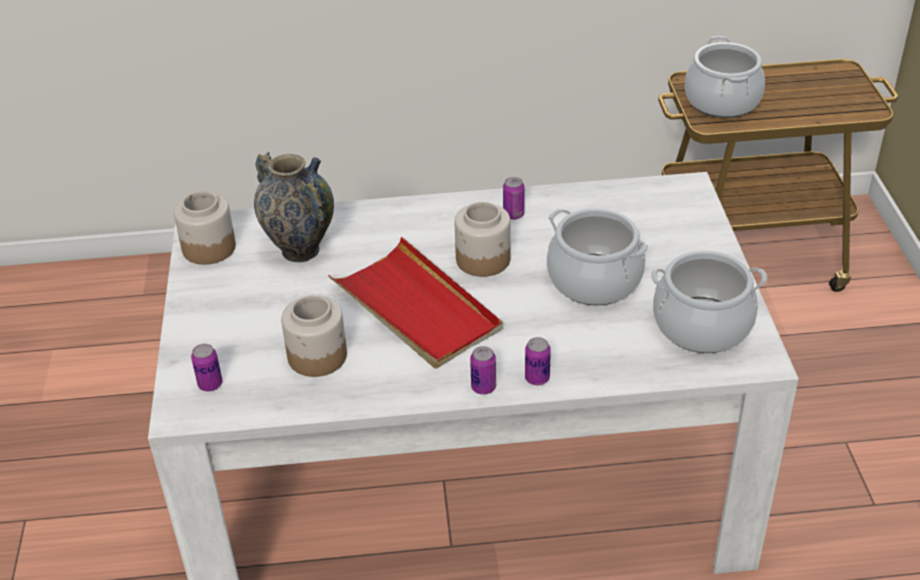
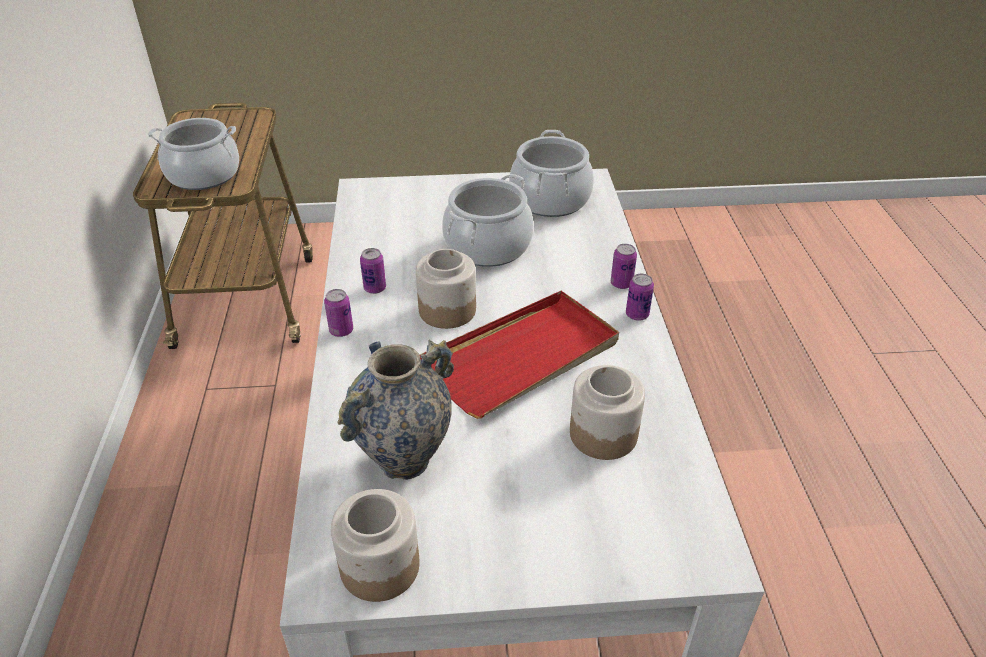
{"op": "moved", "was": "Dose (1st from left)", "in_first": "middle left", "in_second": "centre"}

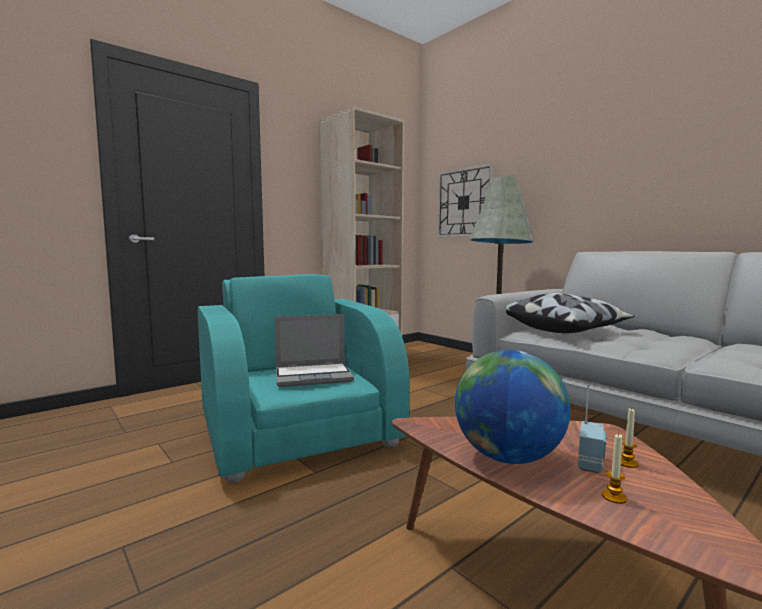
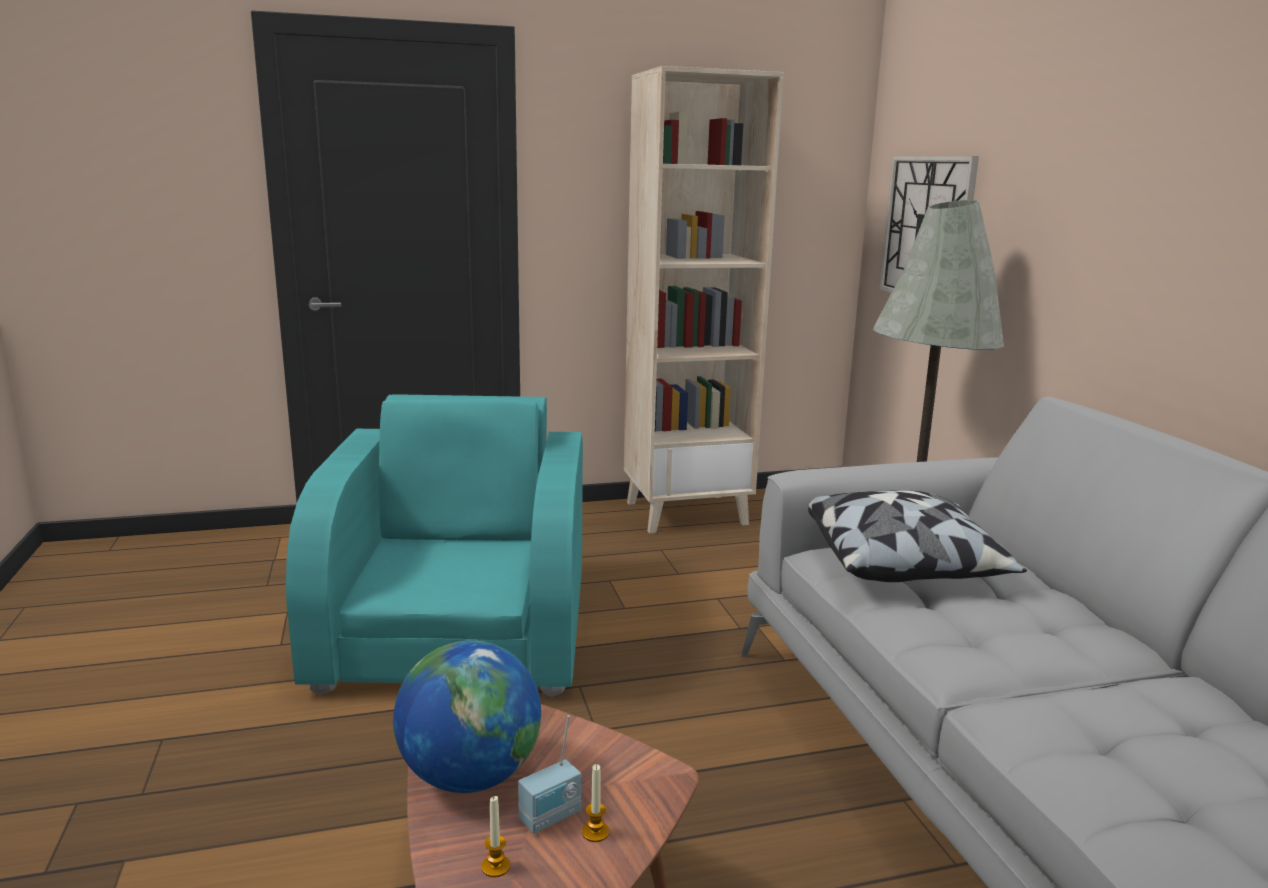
{"op": "removed", "was": "Laptop", "in_first": "centre"}

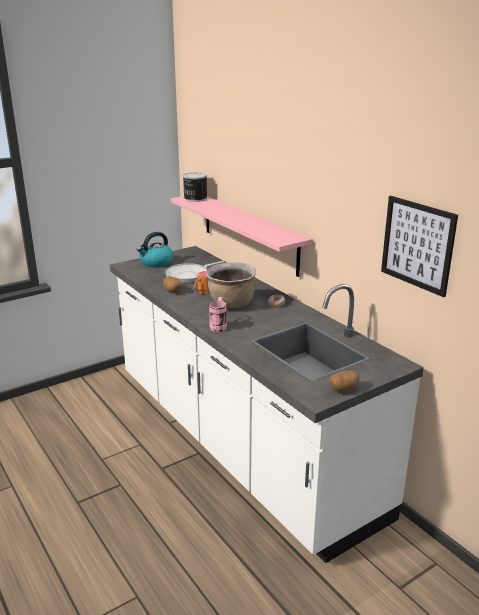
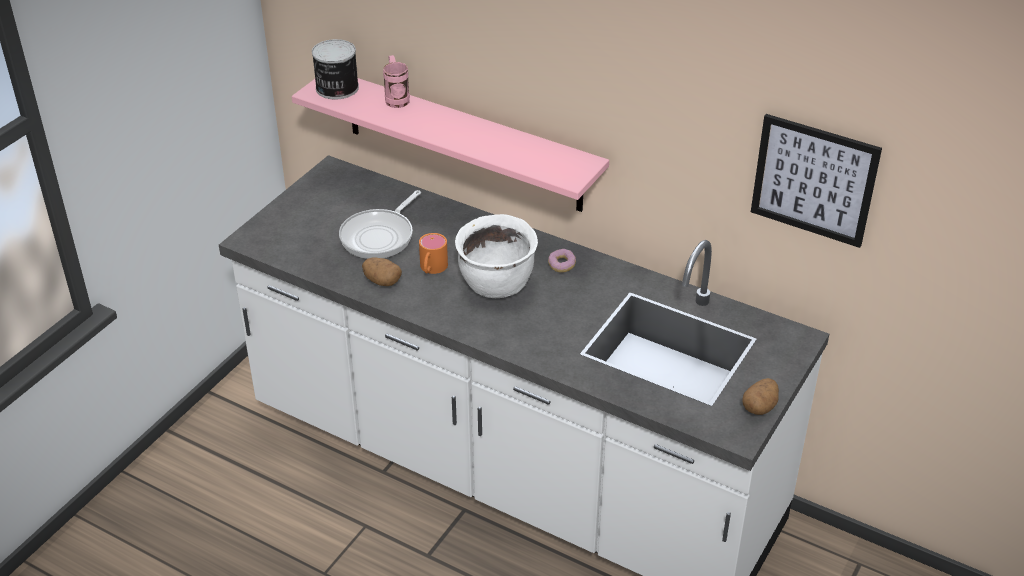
{"op": "removed", "was": "Wasserkessel", "in_first": "middle left"}
{"op": "moved", "was": "Henkelbecher (rosa)", "in_first": "centre", "in_second": "top centre"}
{"op": "recoloured", "was": "Kochtopf (braun)", "now": "Kochtopf (weiß)", "in_first": "centre", "in_second": "centre"}

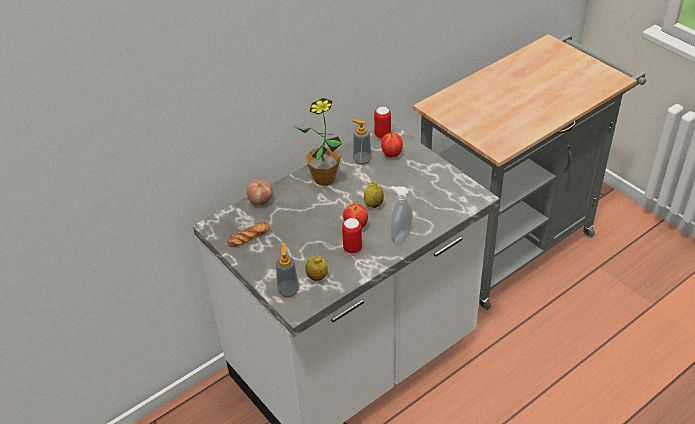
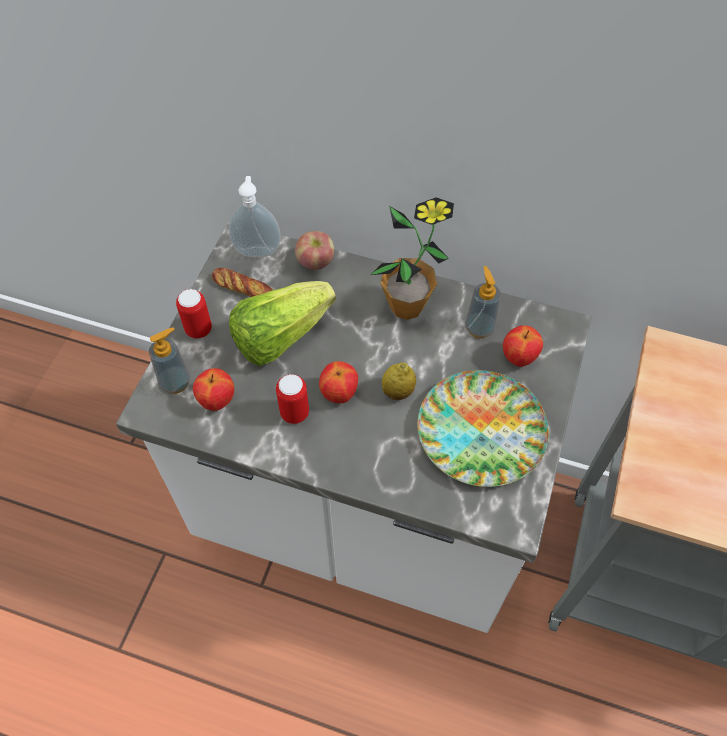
{"op": "added", "now": "Salatkopf", "in_second": "centre"}
{"op": "added", "now": "Teller", "in_second": "centre"}
{"op": "moved", "was": "Dose (2nd from left in the first image)", "now": "Dose (1st from left)", "in_first": "top centre", "in_second": "middle left"}
{"op": "moved", "was": "Seifenspender (3rd from left in the first image)", "now": "Seifenspender (2nd from left)", "in_first": "centre", "in_second": "top centre"}
{"op": "replaced", "was": "Zitrone (1st from left)", "now": "Apfel (1st from left)", "in_first": "centre", "in_second": "middle left"}

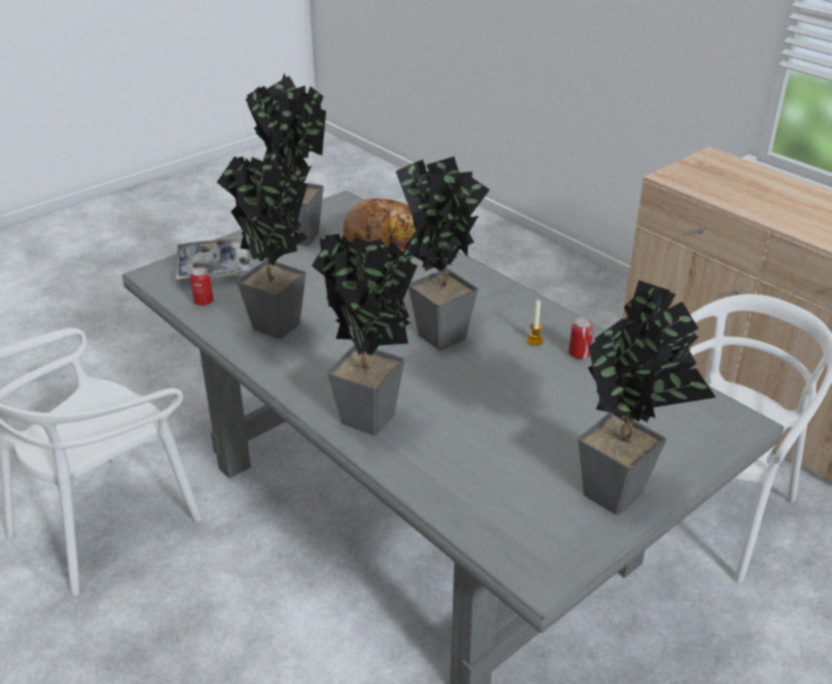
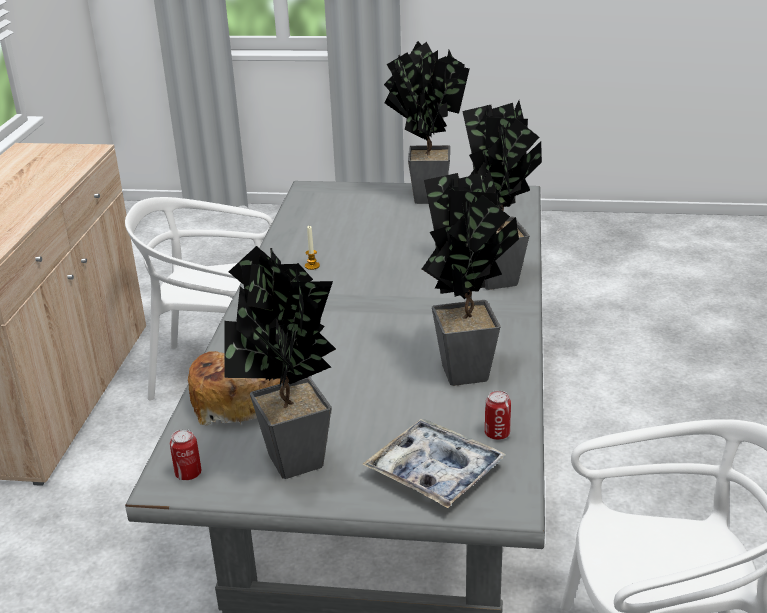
{"op": "removed", "was": "Topfpflanze (4th from left)", "in_first": "centre"}
{"op": "moved", "was": "Dose (2nd from left in the first image)", "now": "Dose (1st from left)", "in_first": "middle right", "in_second": "bottom left"}

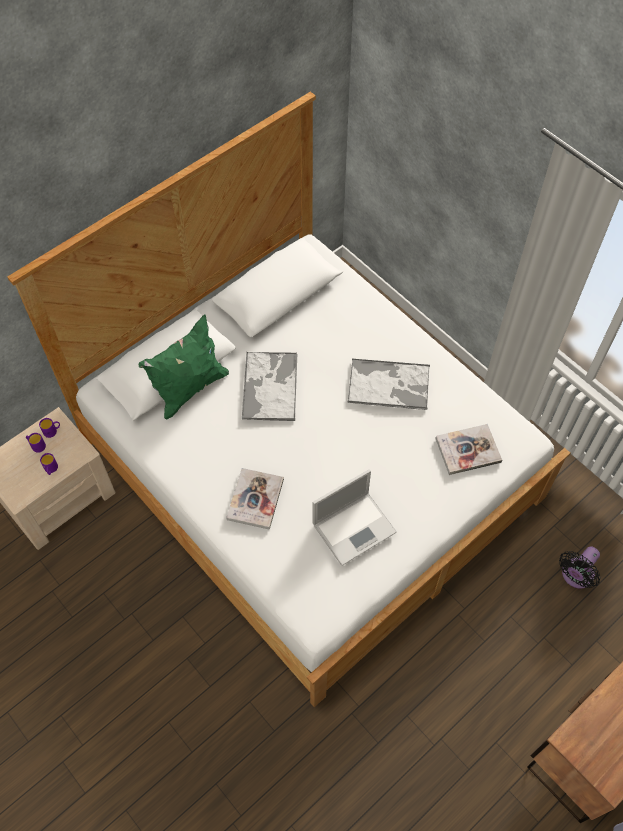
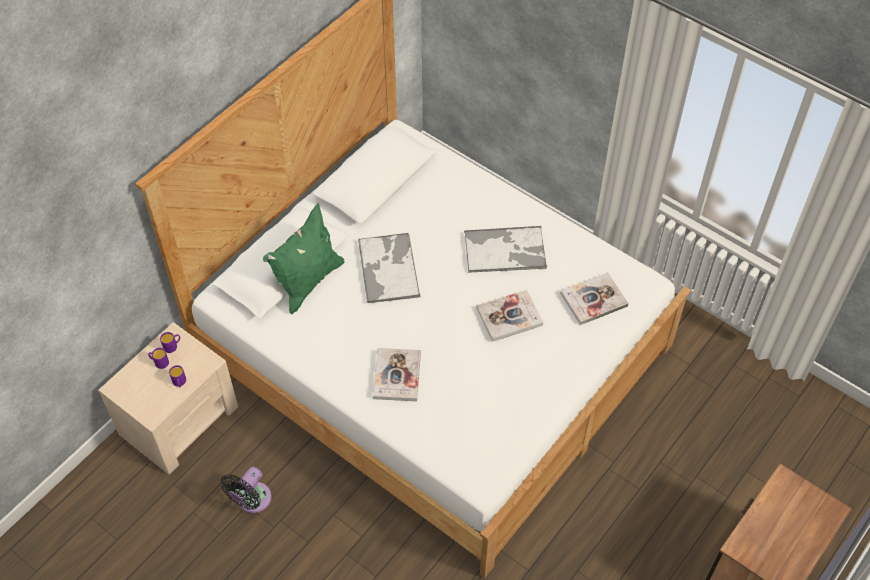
{"op": "removed", "was": "Laptop", "in_first": "centre"}
{"op": "added", "now": "Buch (2nd from left)", "in_second": "centre"}
{"op": "moved", "was": "Ventilator (schwarz)", "in_first": "bottom right", "in_second": "bottom left"}

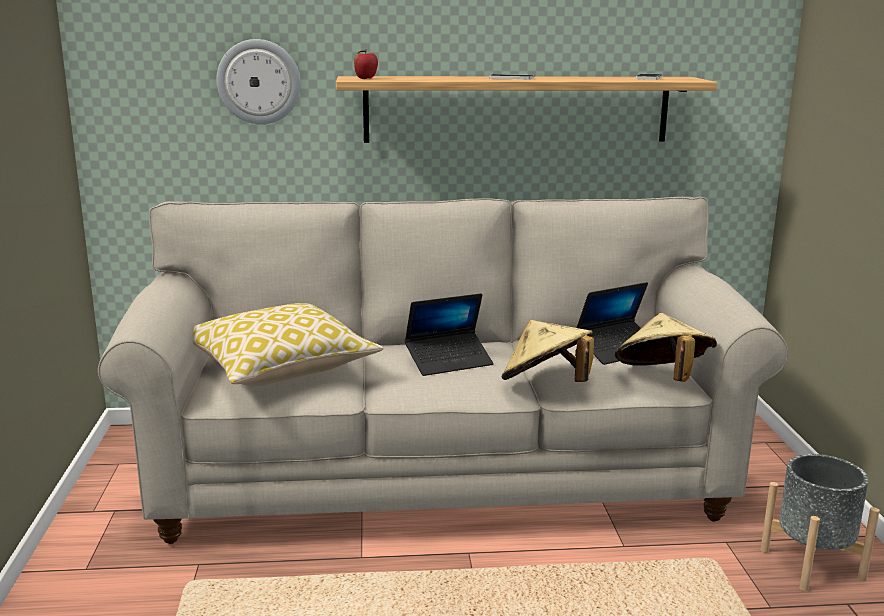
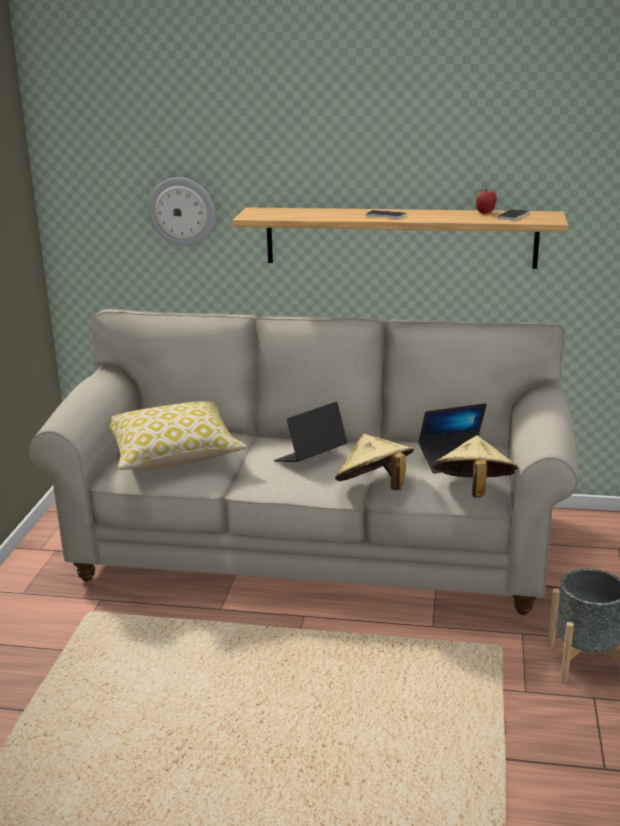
{"op": "moved", "was": "Apfel", "in_first": "top centre", "in_second": "top right"}
{"op": "turned", "was": "Laptop (1st from left)", "in_first": "centre", "in_second": "centre", "clockwise": 150}

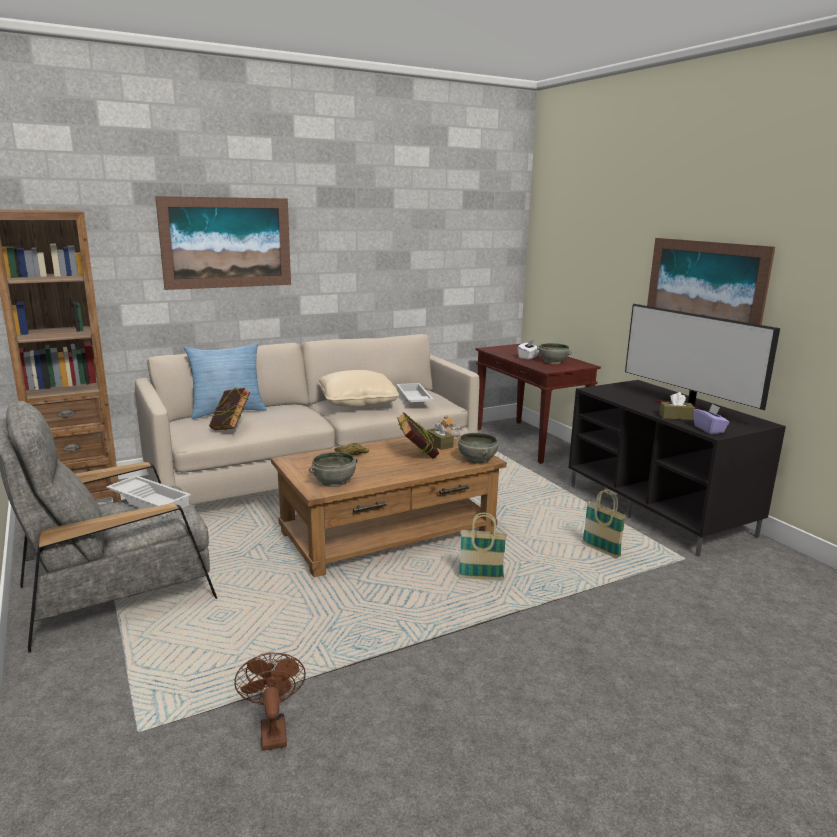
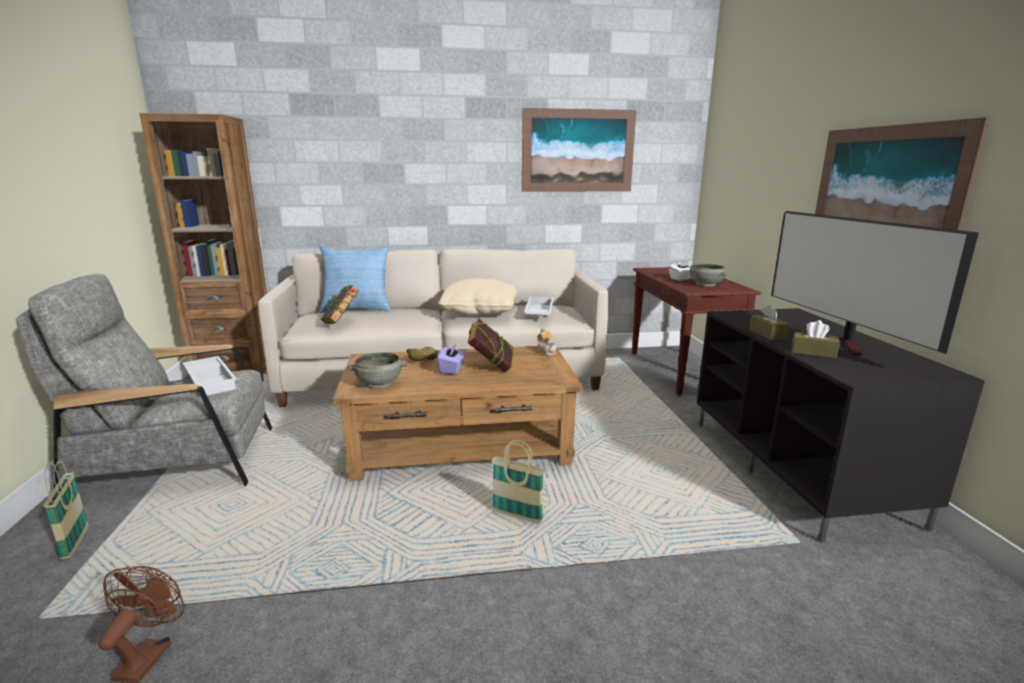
{"op": "removed", "was": "Schüssel (grau) (2nd from left)", "in_first": "centre"}
{"op": "moved", "was": "Bild (1st from left)", "in_first": "top left", "in_second": "top centre"}
{"op": "moved", "was": "Taschentuchbox (braun) (1st from left)", "in_first": "centre", "in_second": "middle right"}
{"op": "moved", "was": "Korb (2nd from left in the first image)", "now": "Korb (1st from left)", "in_first": "middle right", "in_second": "bottom left"}
{"op": "moved", "was": "Taschentuchbox (lila)", "in_first": "middle right", "in_second": "centre"}

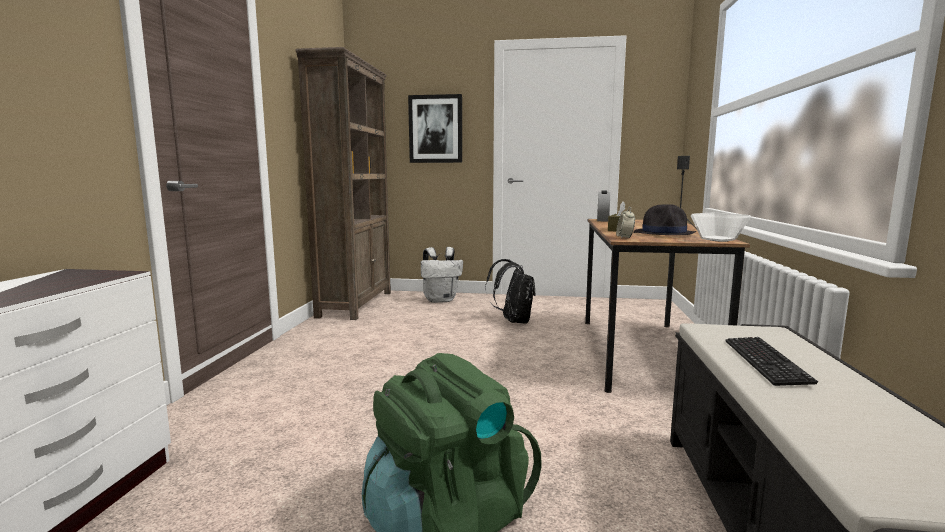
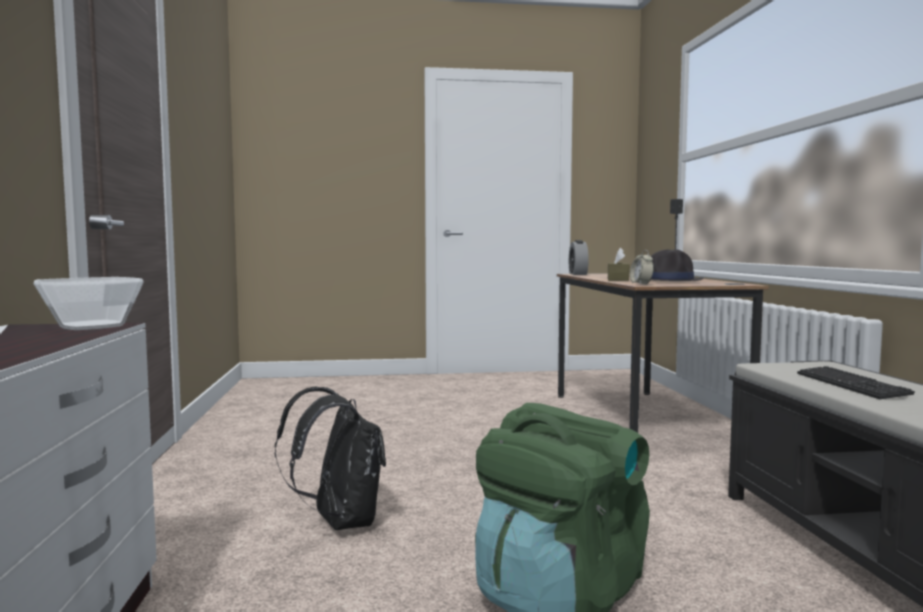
{"op": "removed", "was": "Bücherregal (braun)", "in_first": "centre"}
{"op": "removed", "was": "Bild", "in_first": "top centre"}
{"op": "removed", "was": "Rucksack (weiß)", "in_first": "centre"}
{"op": "moved", "was": "Rucksack (schwarz)", "in_first": "centre", "in_second": "bottom centre"}
{"op": "moved", "was": "Schüssel", "in_first": "middle right", "in_second": "middle left"}

